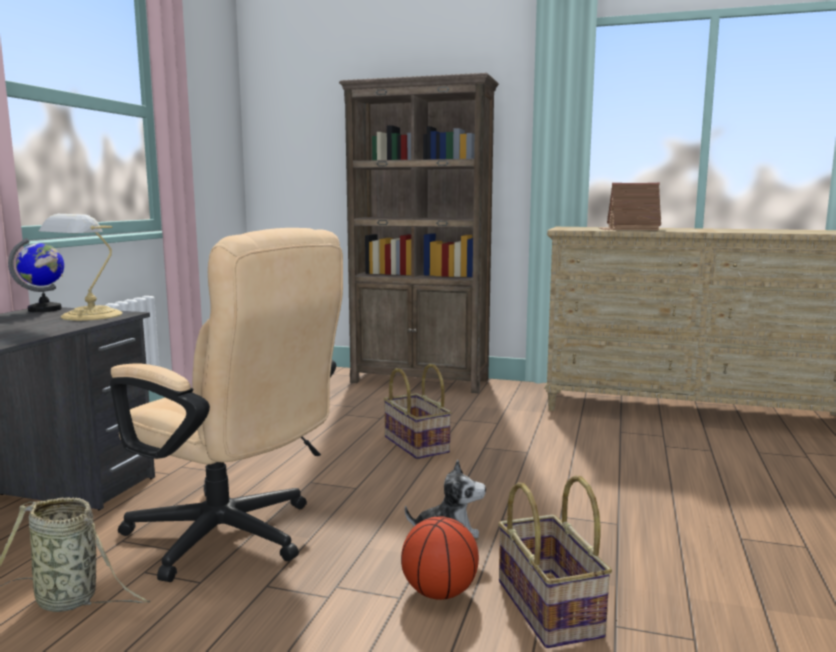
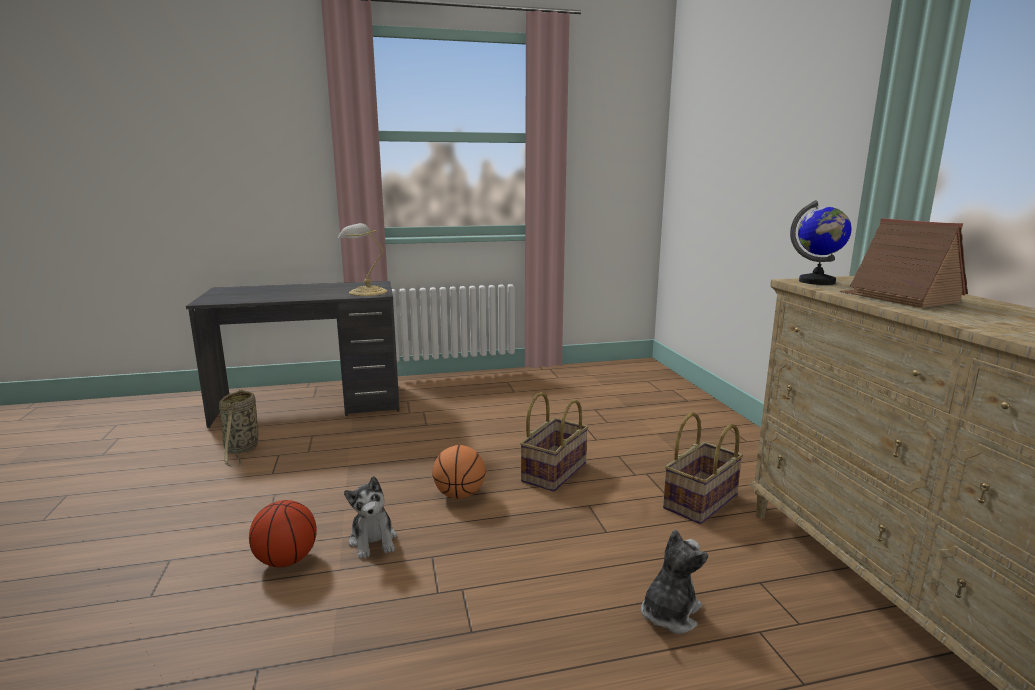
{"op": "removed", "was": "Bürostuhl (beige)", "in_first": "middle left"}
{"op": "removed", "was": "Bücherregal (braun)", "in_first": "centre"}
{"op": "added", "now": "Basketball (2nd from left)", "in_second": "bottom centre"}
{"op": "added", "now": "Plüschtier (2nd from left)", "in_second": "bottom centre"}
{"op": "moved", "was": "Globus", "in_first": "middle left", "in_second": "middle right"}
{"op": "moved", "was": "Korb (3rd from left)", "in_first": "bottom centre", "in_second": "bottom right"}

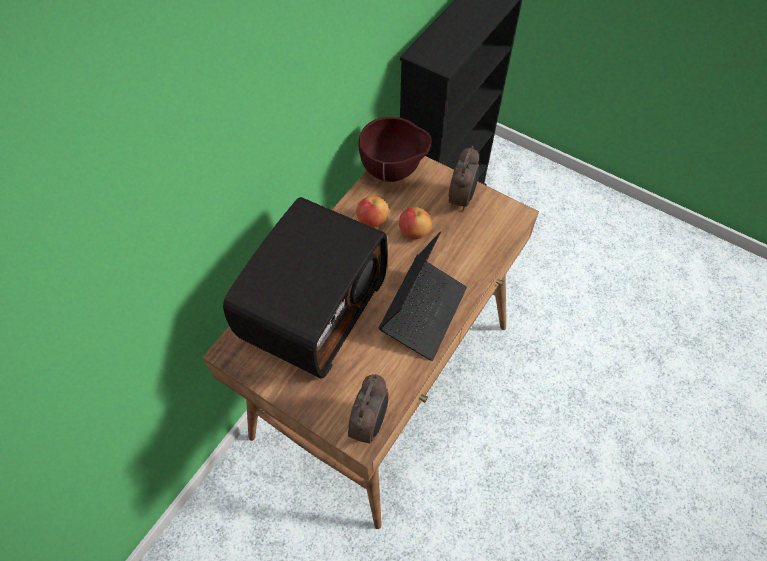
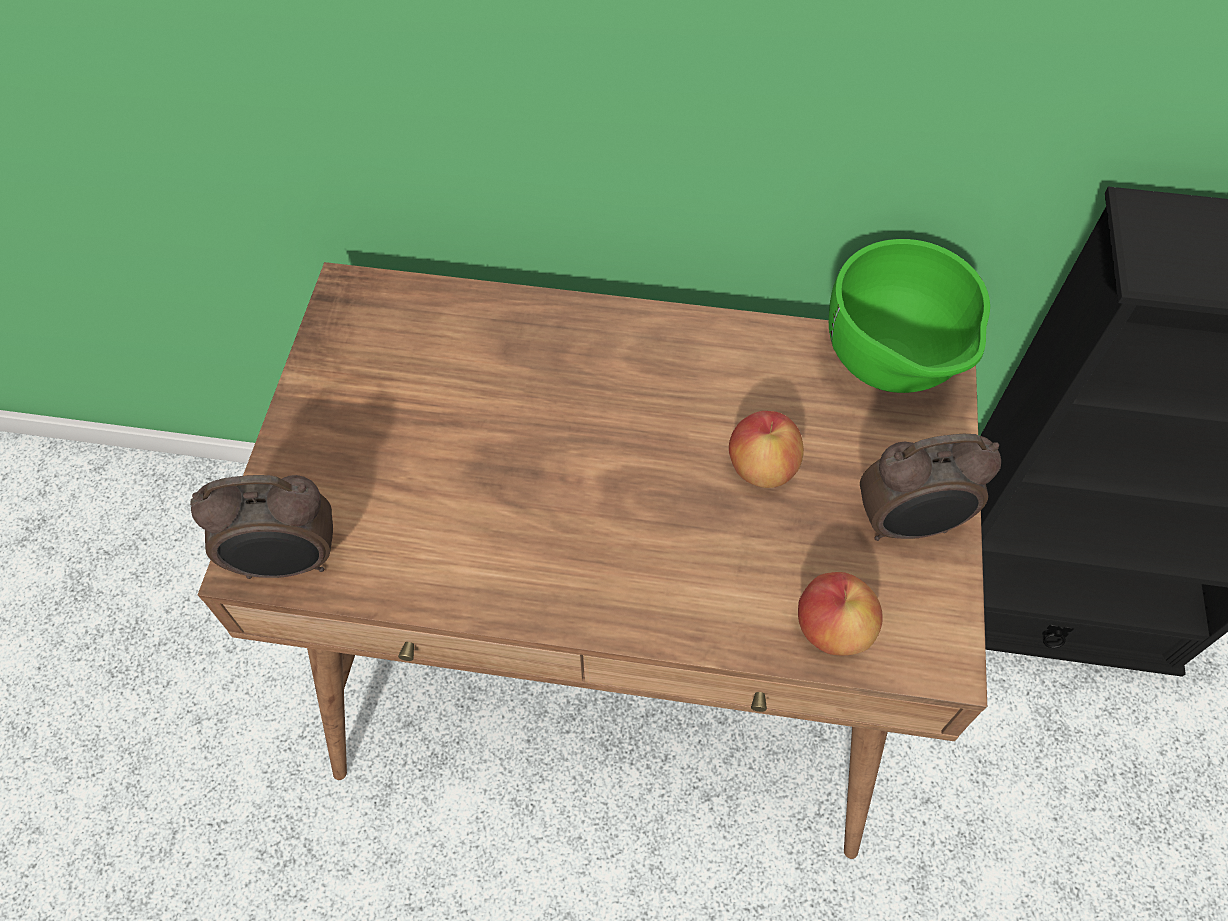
{"op": "removed", "was": "Radio", "in_first": "centre"}
{"op": "removed", "was": "Laptop", "in_first": "centre"}
{"op": "moved", "was": "Apfel (1st from left in the first image)", "now": "Apfel (2nd from left)", "in_first": "centre", "in_second": "middle right"}
{"op": "recoloured", "was": "Schüssel (braun)", "now": "Schüssel (grün)", "in_first": "top centre", "in_second": "middle right"}

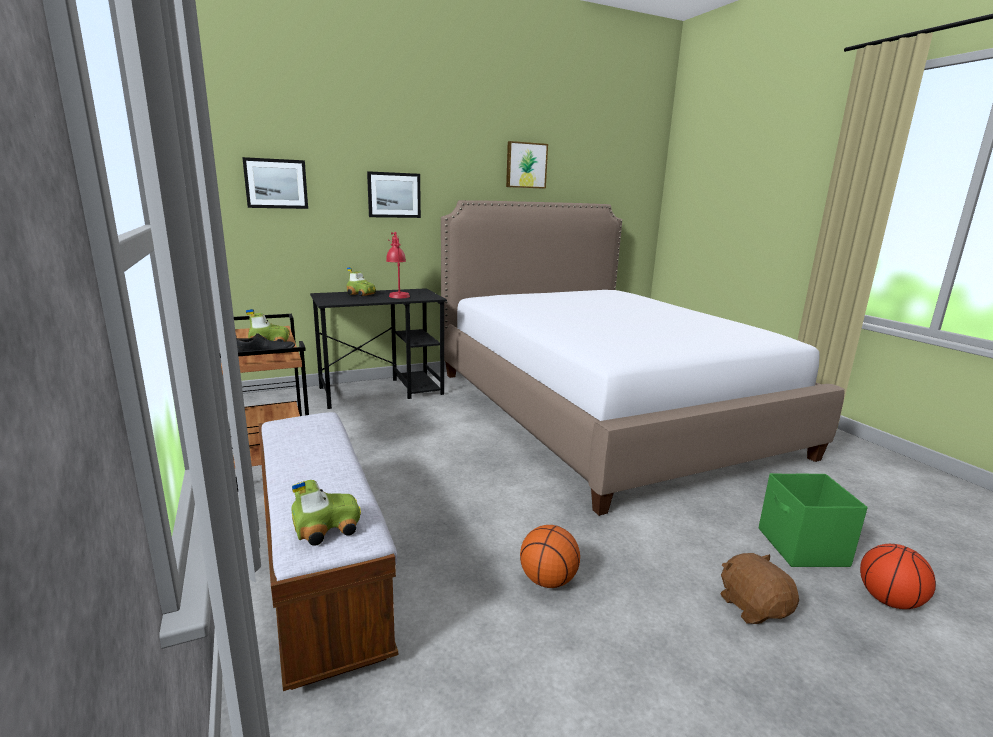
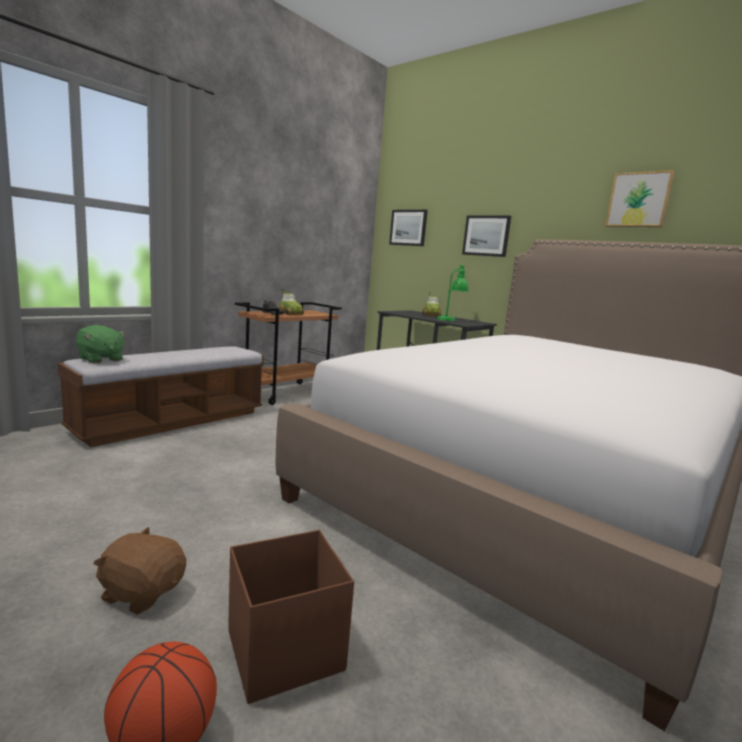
{"op": "removed", "was": "Basketball (1st from left)", "in_first": "bottom centre"}
{"op": "replaced", "was": "Spielzeugauto (2nd from left)", "now": "Plüschtier (grün)", "in_first": "bottom left", "in_second": "middle left"}
{"op": "recoloured", "was": "Tischlampe (rot)", "now": "Tischlampe (grün)", "in_first": "centre", "in_second": "centre"}
{"op": "recoloured", "was": "Aufbewahrungsbox (grün)", "now": "Aufbewahrungsbox (braun)", "in_first": "bottom right", "in_second": "bottom centre"}
{"op": "turned", "was": "Plüschtier (braun)", "in_first": "bottom right", "in_second": "bottom left", "clockwise": -120}

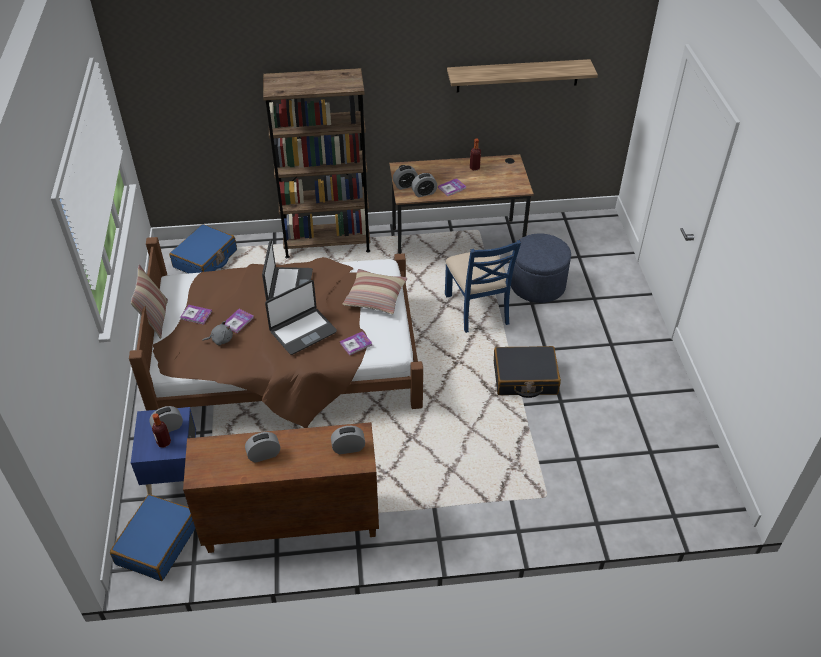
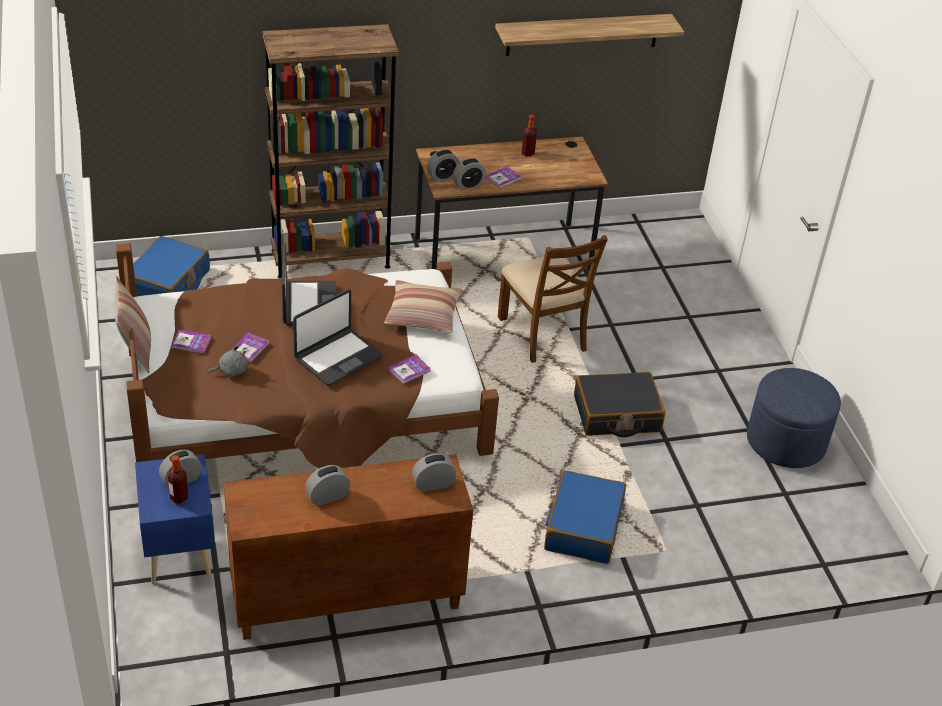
{"op": "moved", "was": "Koffer (blau) (1st from left in the first image)", "now": "Koffer (blau) (2nd from left)", "in_first": "bottom left", "in_second": "bottom centre"}
{"op": "moved", "was": "Polsterhocker (blau)", "in_first": "centre", "in_second": "middle right"}
{"op": "recoloured", "was": "Stuhl (blau)", "now": "Stuhl (braun)", "in_first": "centre", "in_second": "centre"}

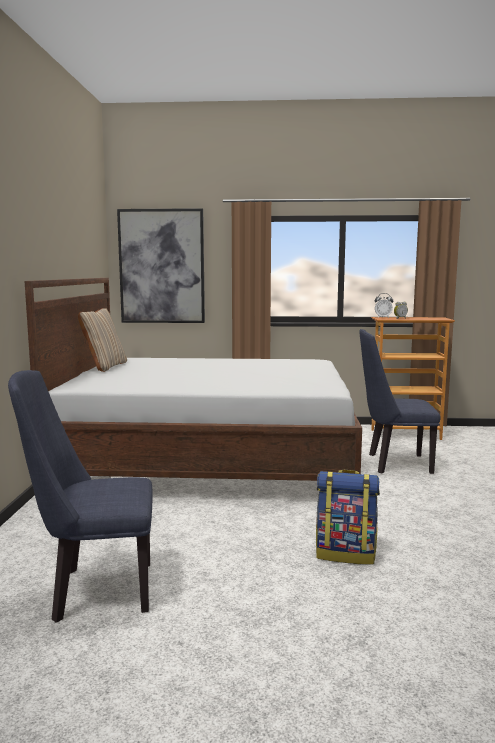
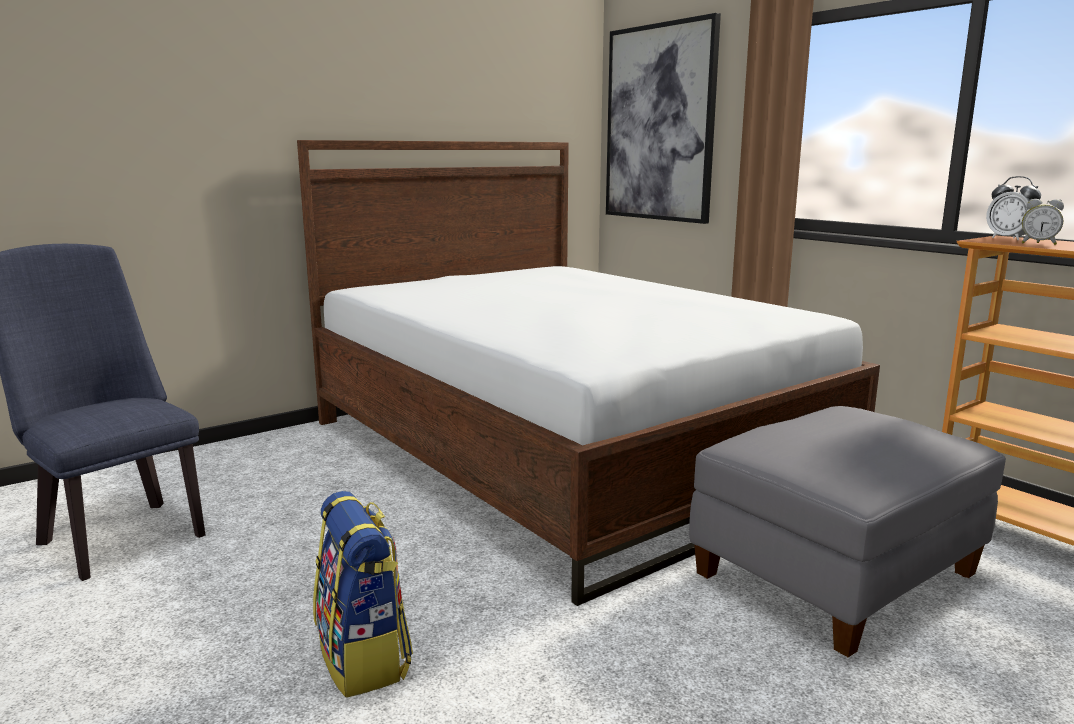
{"op": "removed", "was": "Kissen (beige)", "in_first": "middle left"}
{"op": "replaced", "was": "Stuhl (blau) (2nd from left)", "now": "Polsterhocker (grau)", "in_first": "middle right", "in_second": "bottom right"}

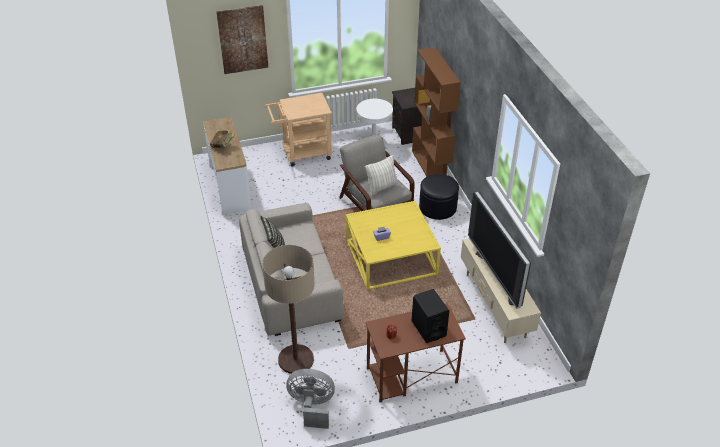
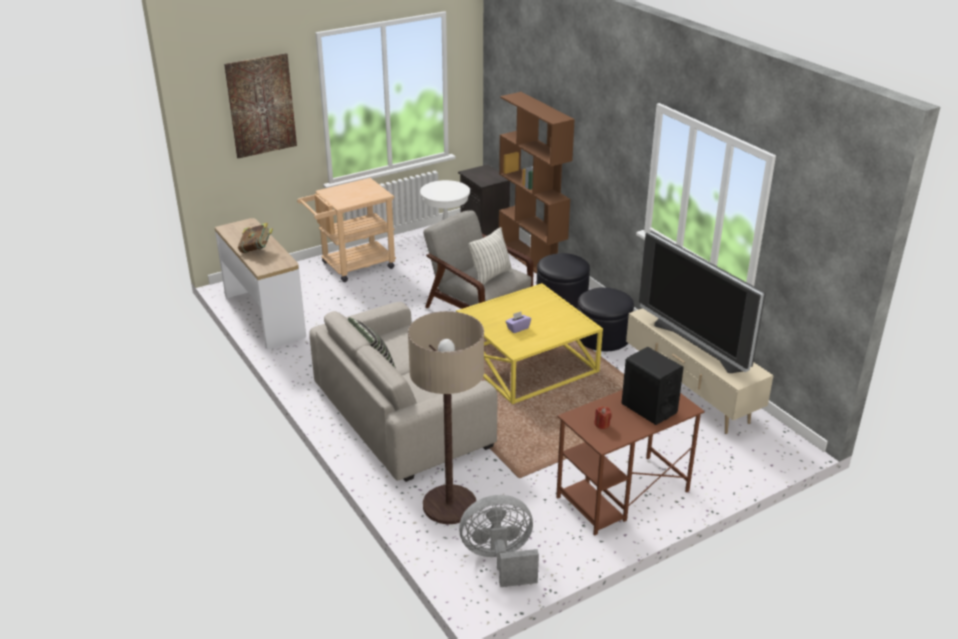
{"op": "added", "now": "Polsterhocker (schwarz) (2nd from left)", "in_second": "centre"}

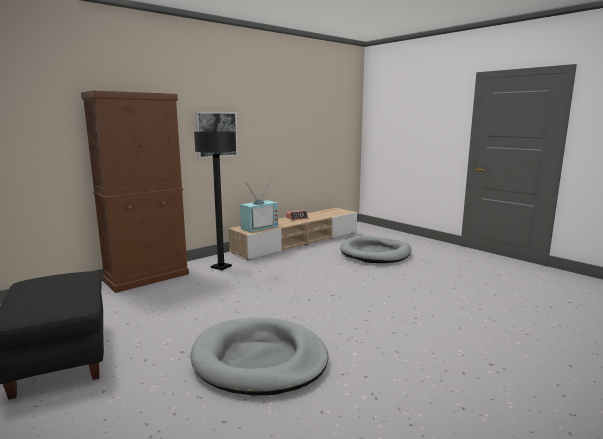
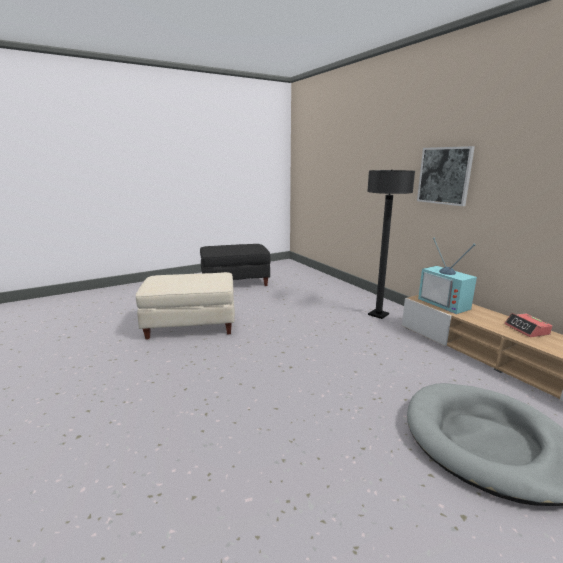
{"op": "removed", "was": "Schrank (braun)", "in_first": "middle left"}
{"op": "replaced", "was": "Hundebett (grau) (1st from left)", "now": "Polsterhocker (beige)", "in_first": "bottom centre", "in_second": "middle left"}

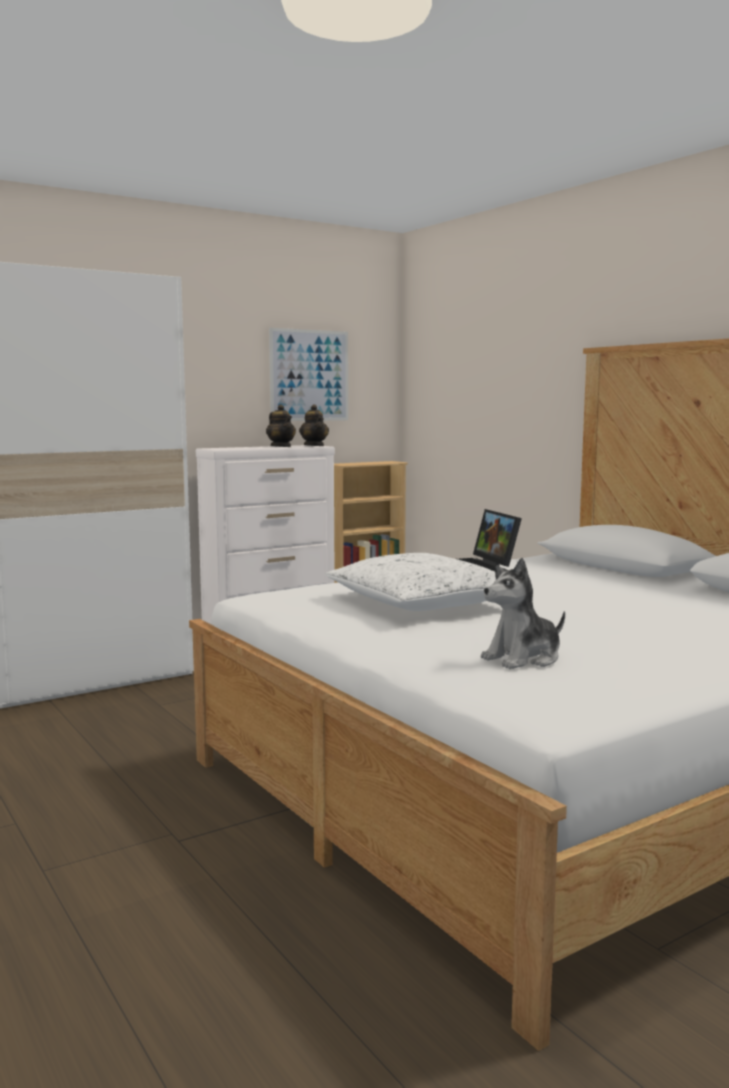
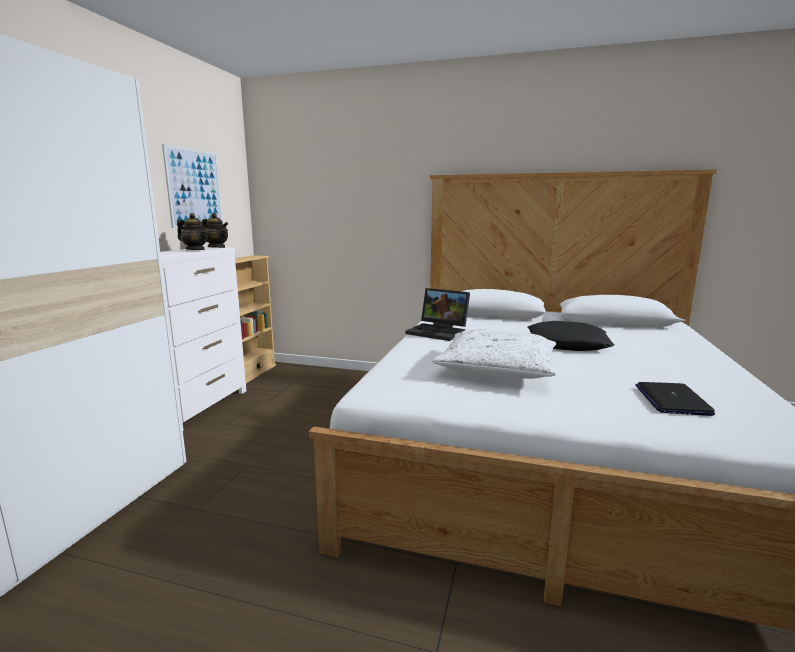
{"op": "added", "now": "Kissen (schwarz)", "in_second": "middle right"}
{"op": "replaced", "was": "Plüschtier", "now": "Laptop (2nd from left)", "in_first": "middle right", "in_second": "middle right"}

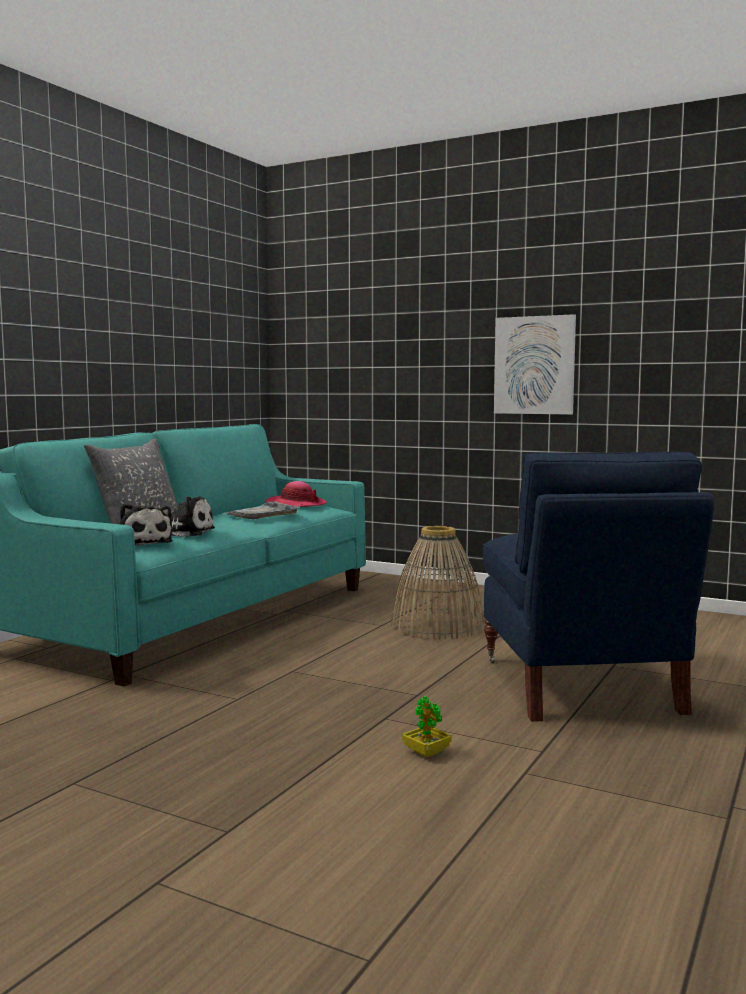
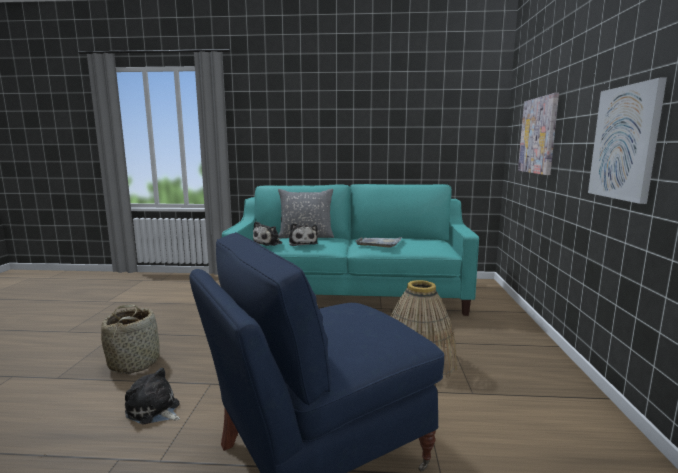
{"op": "removed", "was": "Hut", "in_first": "centre"}
{"op": "added", "now": "Korb (1st from left)", "in_second": "bottom left"}
{"op": "added", "now": "Bild (1st from left)", "in_second": "top right"}
{"op": "replaced", "was": "Topfpflanze", "now": "Plüschtier (1st from left)", "in_first": "bottom centre", "in_second": "bottom left"}

